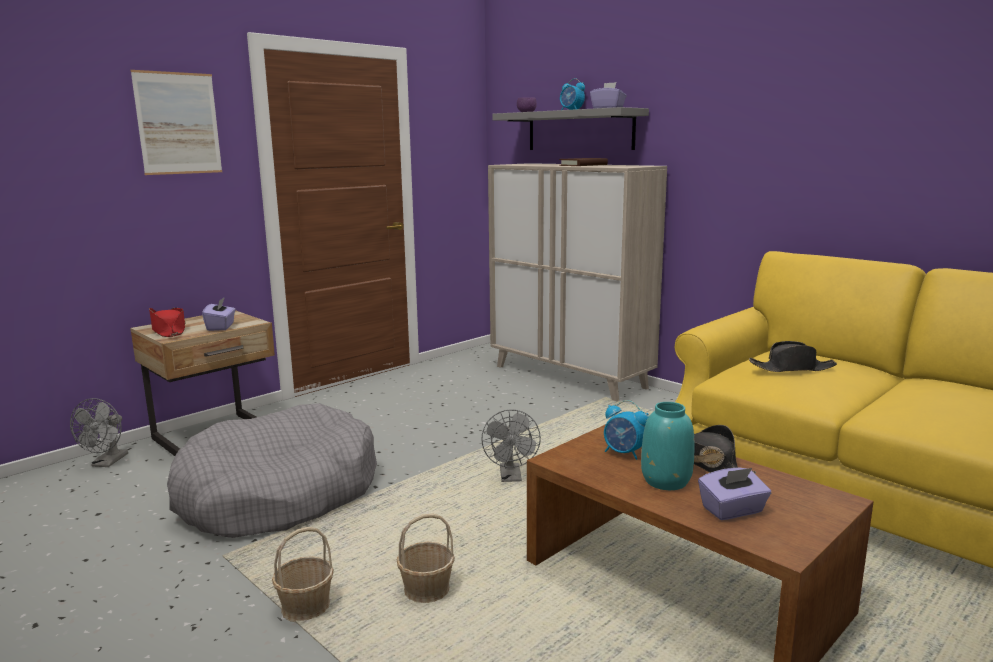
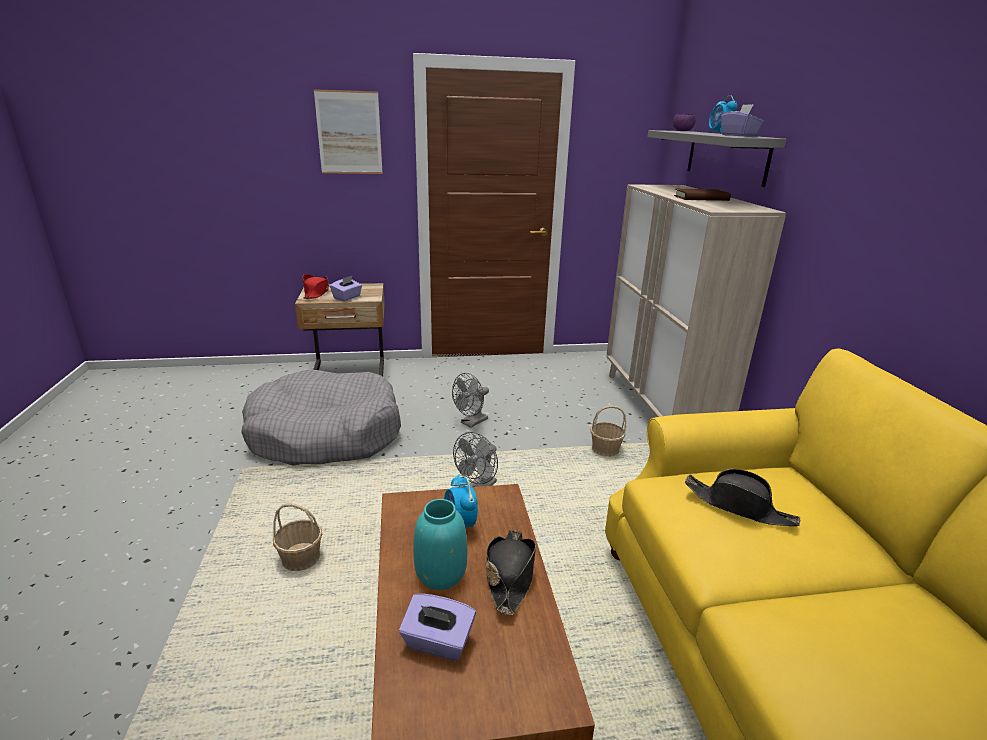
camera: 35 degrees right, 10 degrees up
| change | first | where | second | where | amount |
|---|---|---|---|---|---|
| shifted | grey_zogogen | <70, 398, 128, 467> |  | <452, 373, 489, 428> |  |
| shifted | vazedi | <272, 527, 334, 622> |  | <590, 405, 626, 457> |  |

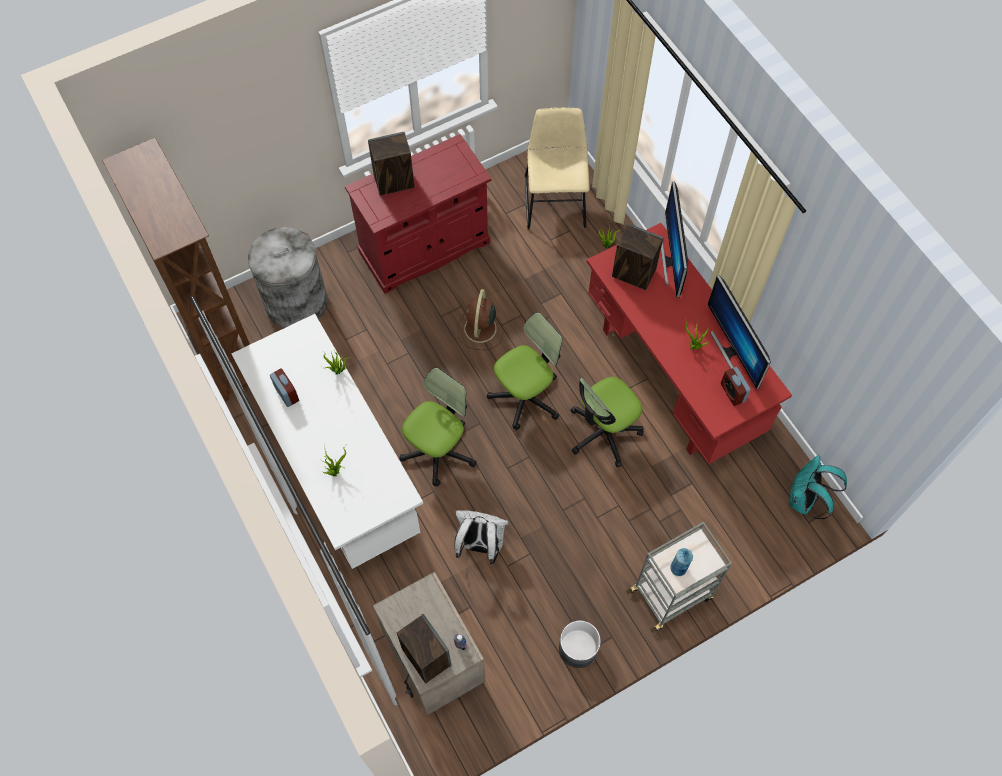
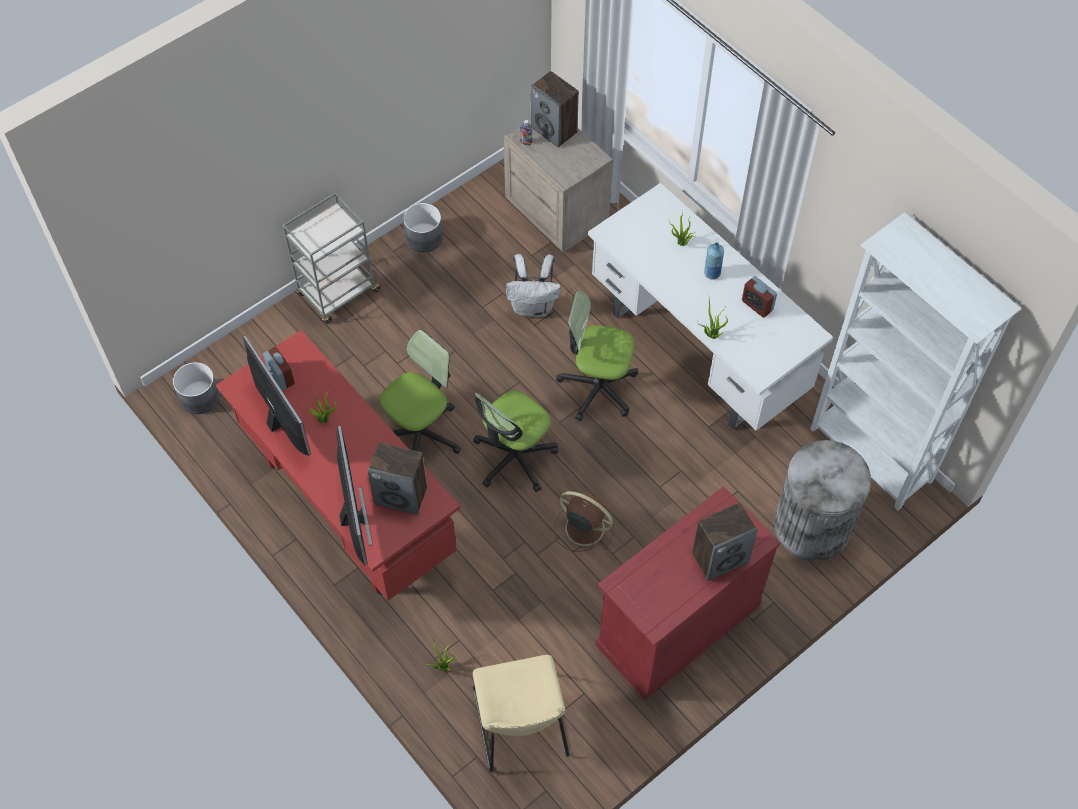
camera: 170 degrees right, 5 degrees down
| change | first | where | second | where | amount |
|---|---|---|---|---|---|
| swapped | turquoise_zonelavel | <789, 455, 847, 519> | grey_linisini | <173, 362, 220, 414> |  |
| rotated | brown_zogogen | <457, 289, 503, 350> |  | <554, 491, 614, 552> | 60 degrees counterclockwise |
| rotated | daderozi | <400, 368, 477, 487> |  | <556, 290, 638, 421> | 75 degrees clockwise |
| shifted | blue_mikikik | <670, 548, 693, 576> |  | <704, 242, 724, 280> |  |
| repainted | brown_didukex | <102, 138, 250, 401> | white_didukex | <811, 212, 1021, 511> |  |

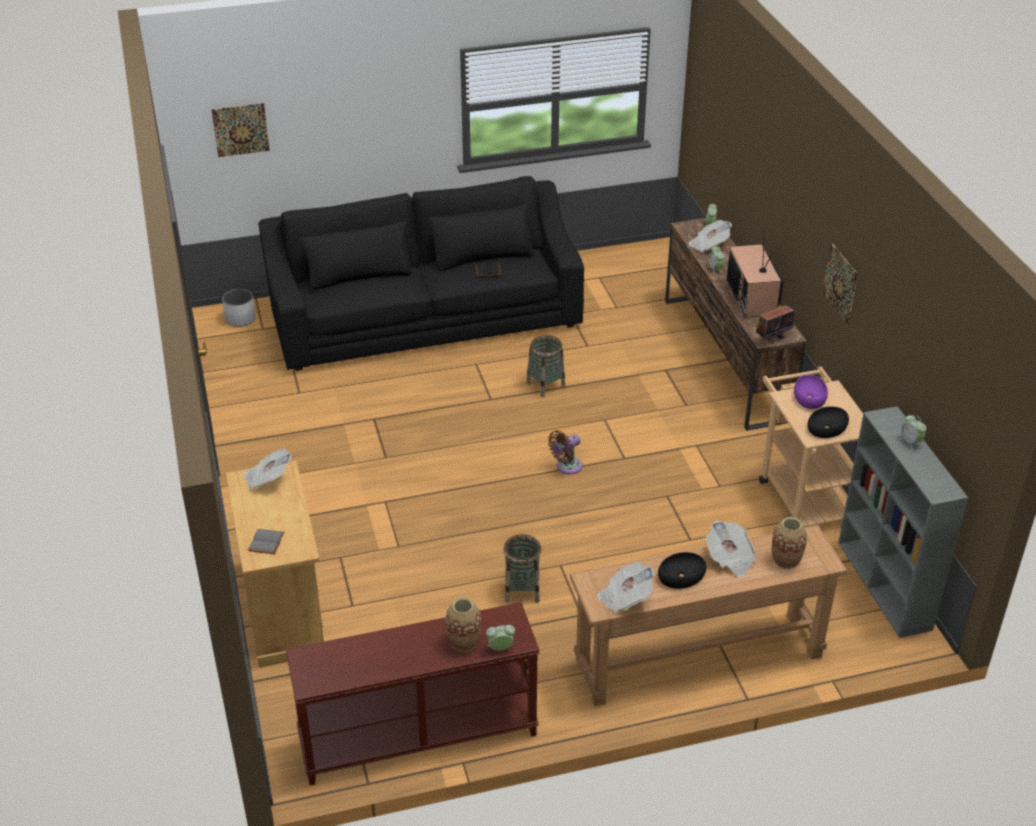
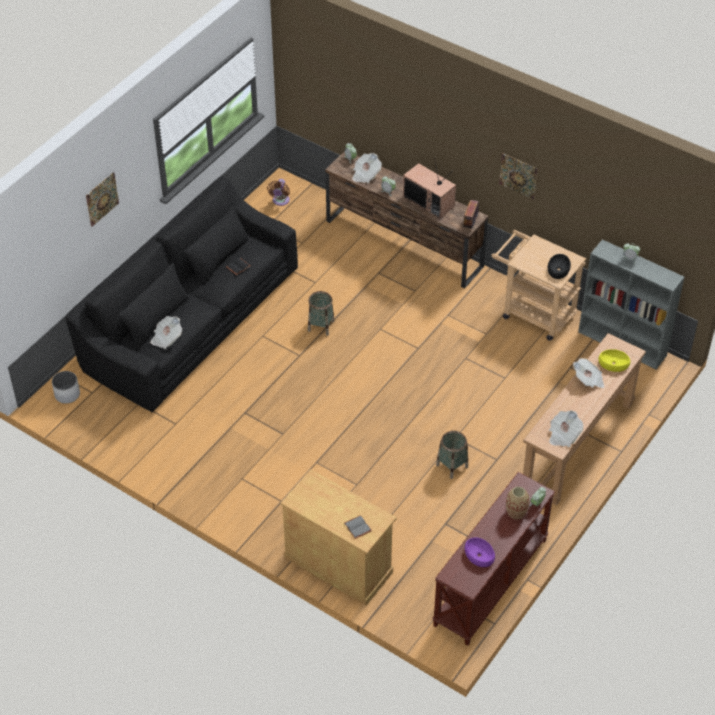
camera: 40 degrees left, 10 degrees up
| change | first | where | second | where | amount |
|---|---|---|---|---|---|
| shifted | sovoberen | <211, 103, 270, 157> |  | <86, 172, 119, 227> |  |
| shifted | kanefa | <244, 448, 292, 489> |  | <150, 316, 182, 349> |  |
| shifted | brown_zogogen | <548, 430, 582, 474> |  | <267, 179, 290, 206> |  |
| shifted | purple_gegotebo | <794, 375, 828, 409> |  | <465, 538, 495, 567> |  |
| swapped | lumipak | <772, 517, 807, 569> | yellow_gegotebo | <598, 349, 630, 372> |  |
| gone | black_gegotebo | <658, 552, 706, 589> |  |  |  |

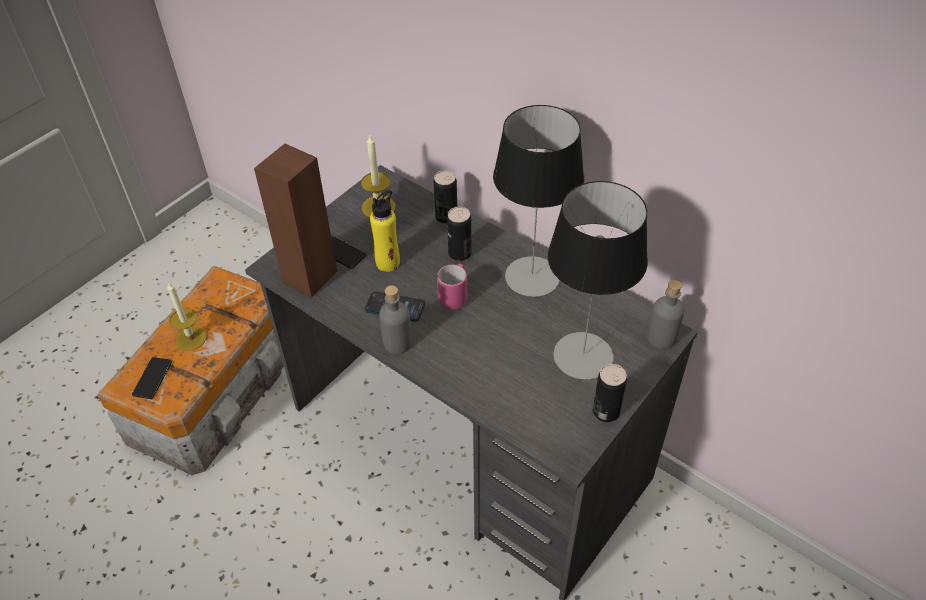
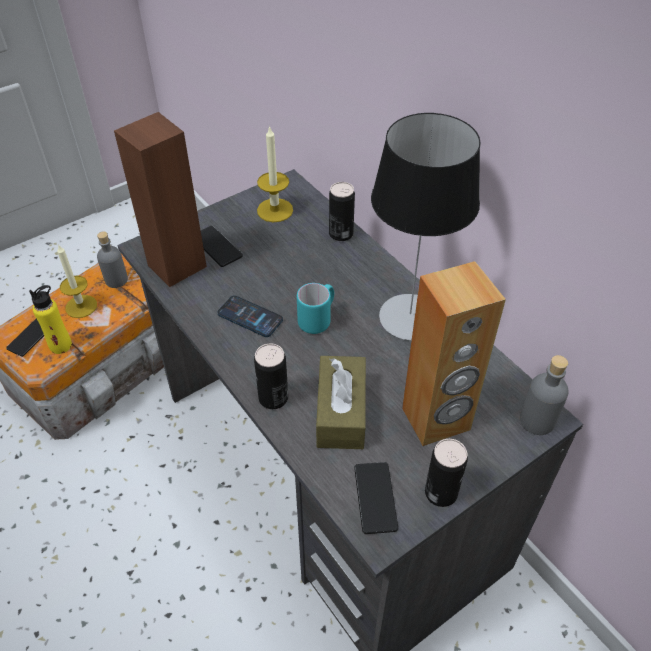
camera: 15 degrees right, 0 degrees up
| change | first | where | second | where | amount |
|---|---|---|---|---|---|
| shifted | yellow_mikikik | <370, 190, 400, 272> |  | <29, 285, 72, 354> |  |
| shifted | grey_mikikik | <379, 285, 412, 354> |  | <97, 231, 128, 288> |  |
| shifted | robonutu | <447, 206, 472, 261> |  | <254, 344, 288, 409> |  |
| repainted | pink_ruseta | <437, 264, 467, 310> | turquoise_ruseta | <297, 283, 334, 334> |  |
| new |  |  | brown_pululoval | <316, 356, 366, 449> |  |
| new |  |  | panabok | <354, 462, 398, 534> |  |
| swapped | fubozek | <547, 181, 648, 380> | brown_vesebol | <402, 261, 506, 446> |  |

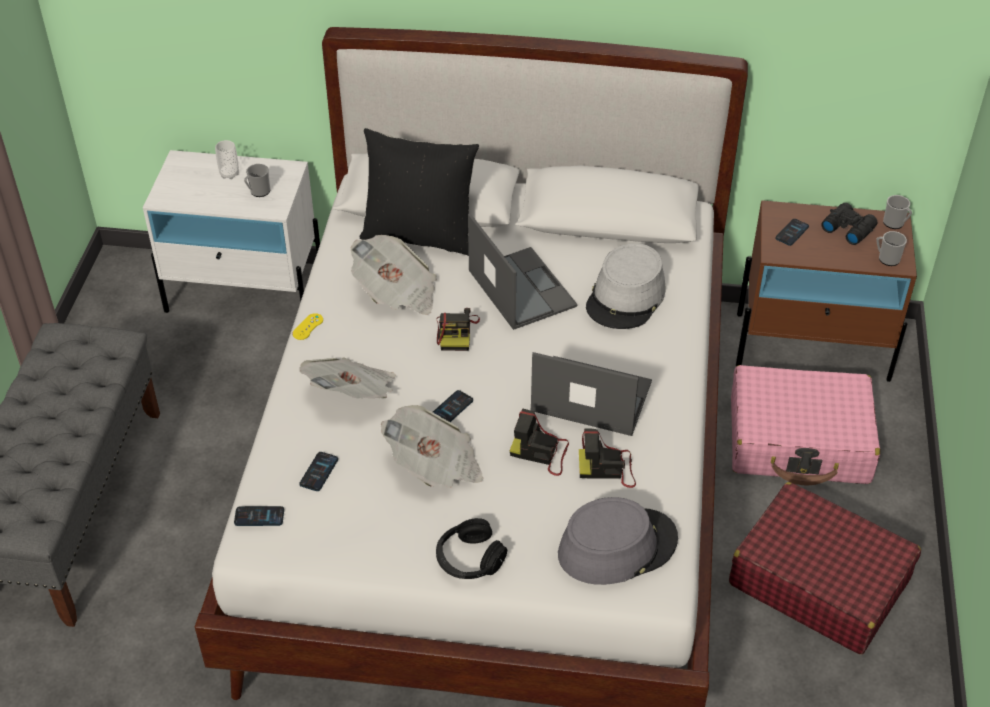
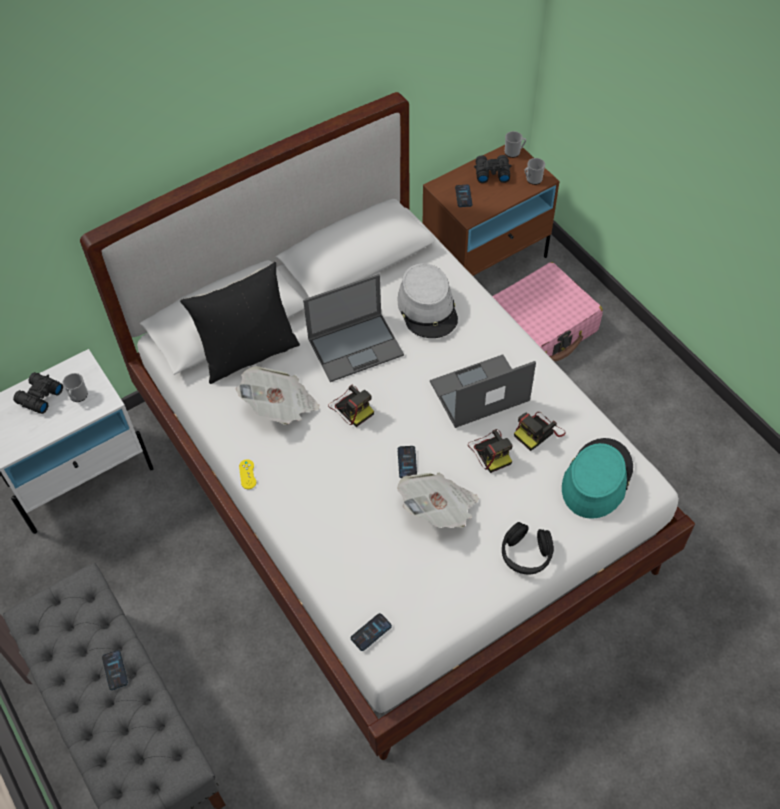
camera: 40 degrees left, 10 degrees up
| change | first | where | second | where | amount |
|---|---|---|---|---|---|
| swapped | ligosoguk | <215, 140, 239, 179> | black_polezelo | <13, 372, 63, 414> |  |
| shifted | panabok | <299, 452, 338, 491> |  | <102, 650, 128, 690> |  |
| rotated | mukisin | <468, 213, 577, 330> |  | <303, 274, 404, 382> | 135 degrees clockwise |
| rotated | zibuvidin | <510, 409, 569, 476> |  | <468, 429, 513, 473> | 90 degrees counterclockwise |
| repainted | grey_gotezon | <558, 497, 678, 585> | turquoise_gotezon | <562, 438, 633, 519> |  |
| gone | kanefa | <299, 358, 396, 399> |  |  |  |
| gone | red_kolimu | <729, 482, 921, 654> |  |  |  |

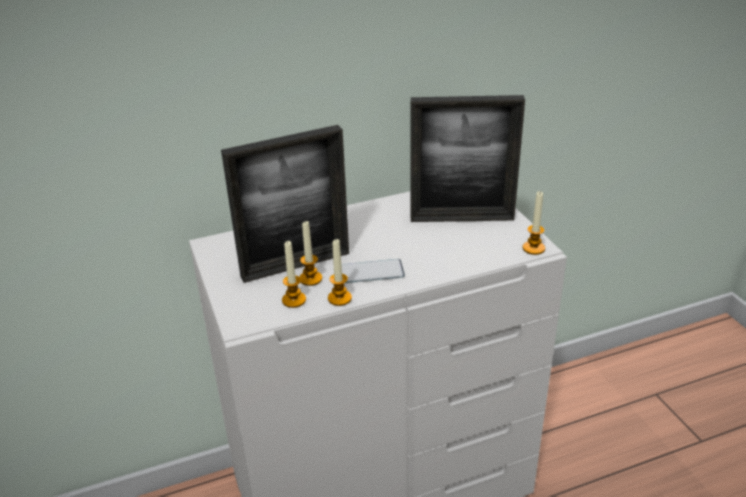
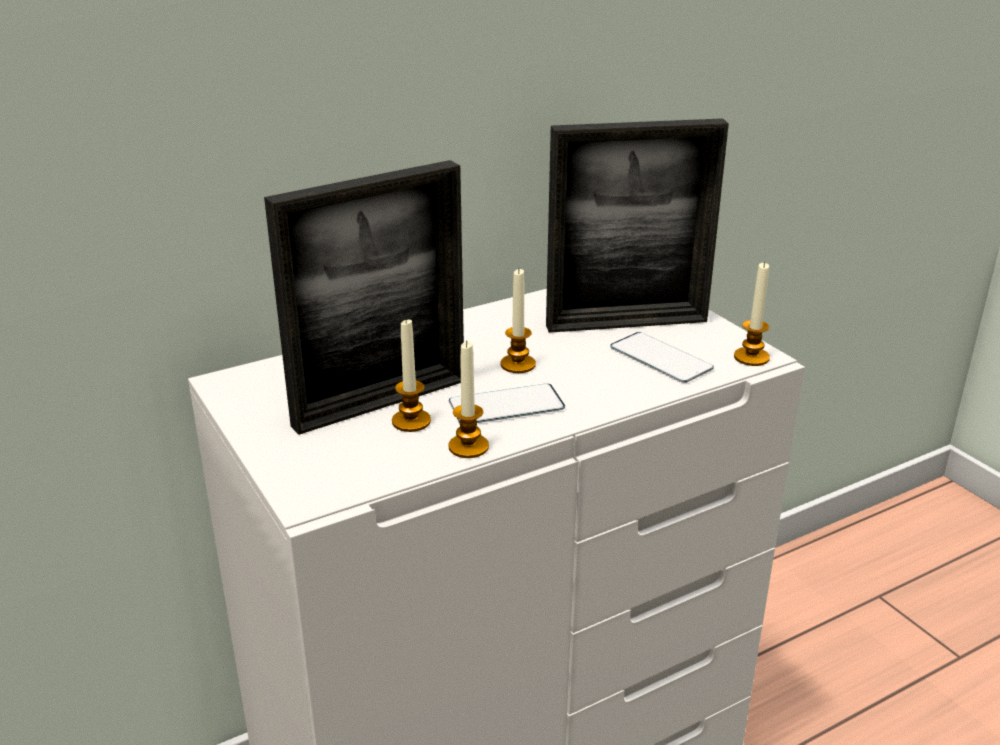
camera: 10 degrees left, 5 degrees down
| change | first | where | second | where | amount |
|---|---|---|---|---|---|
| shifted | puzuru | <282, 241, 306, 308> |  | <500, 269, 536, 373> |  |
| new |  |  | panabok | <610, 332, 714, 383> |  |

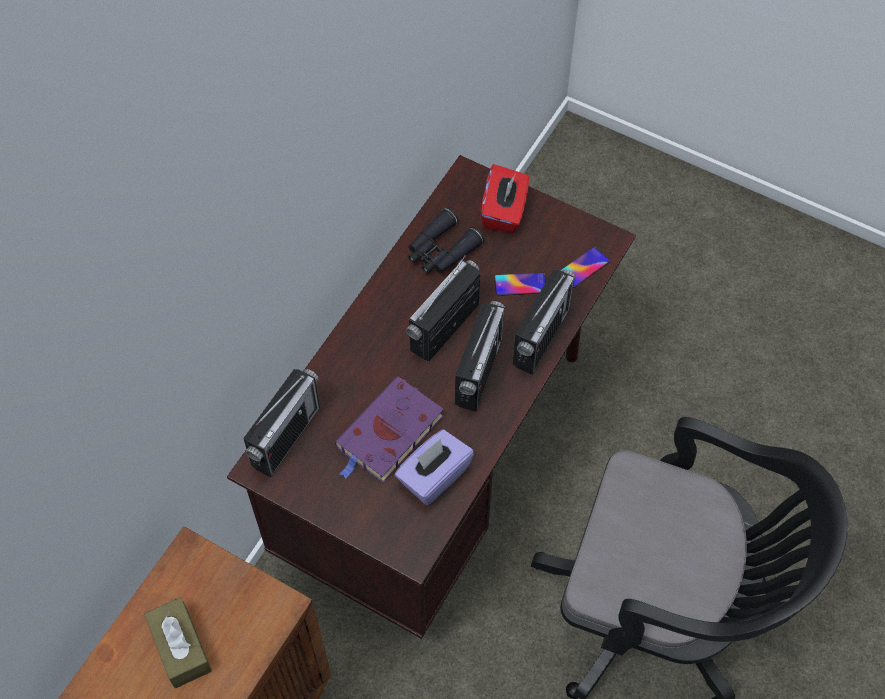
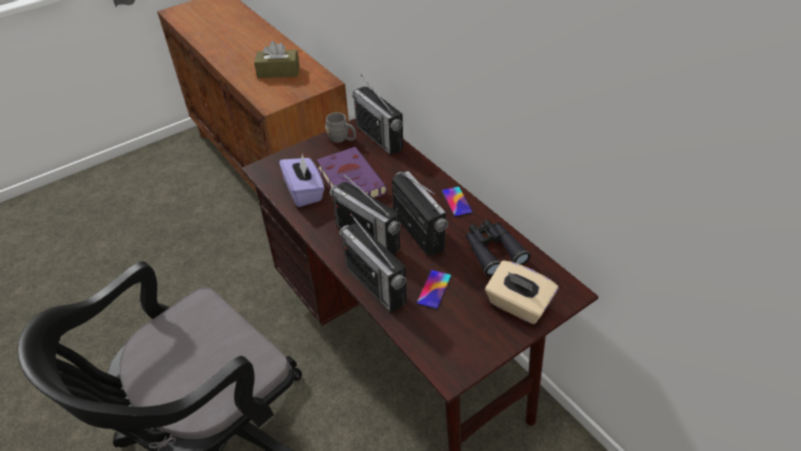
camera: 115 degrees right, 15 degrees down
| change | first | where | second | where | amount |
|---|---|---|---|---|---|
| new |  |  | grey_ruseta | <325, 112, 356, 143> |  |
| shifted | panabok | <560, 247, 610, 288> |  | <442, 186, 473, 217> |  |
| repainted | red_pululoval | <481, 164, 529, 233> | beige_pululoval | <485, 260, 558, 324> |  |

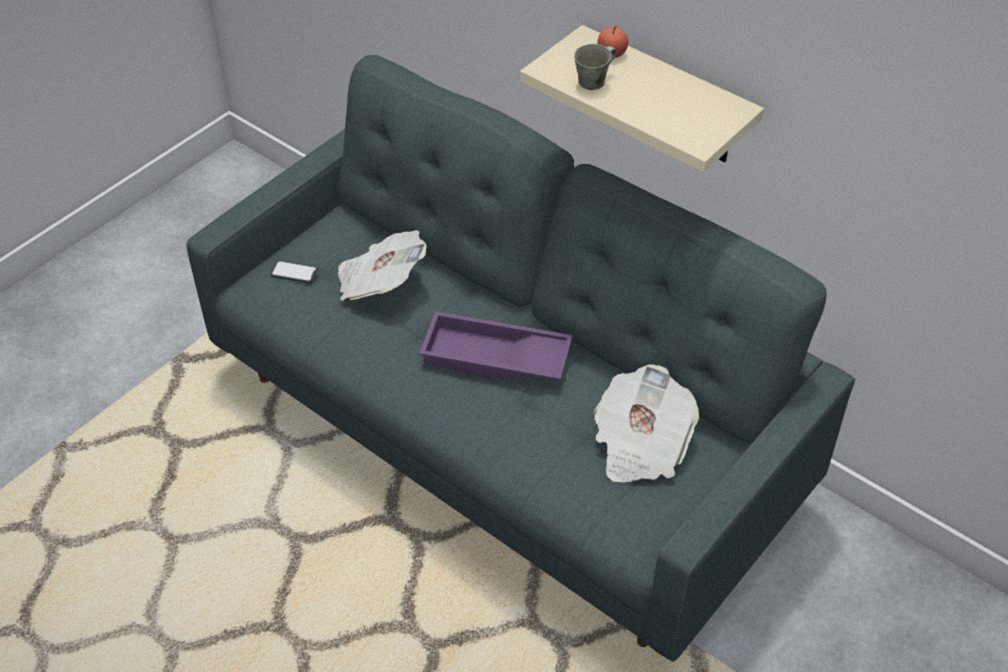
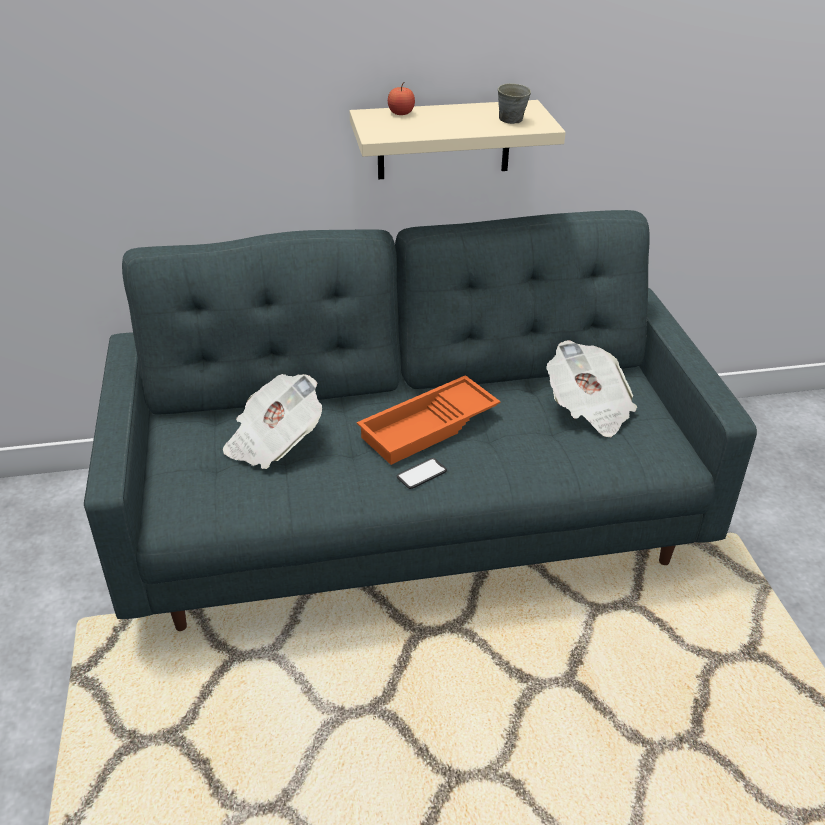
camera: 50 degrees left, 10 degrees down
| change | first | where | second | where | amount |
|---|---|---|---|---|---|
| repainted | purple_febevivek | <419, 311, 573, 380> | orange_febevivek | <357, 375, 501, 465> |  |
| shifted | panabok | <270, 260, 318, 283> |  | <396, 458, 447, 489> |  |
| shifted | grey_ruseta | <574, 44, 617, 90> |  | <498, 83, 531, 124> |  |

